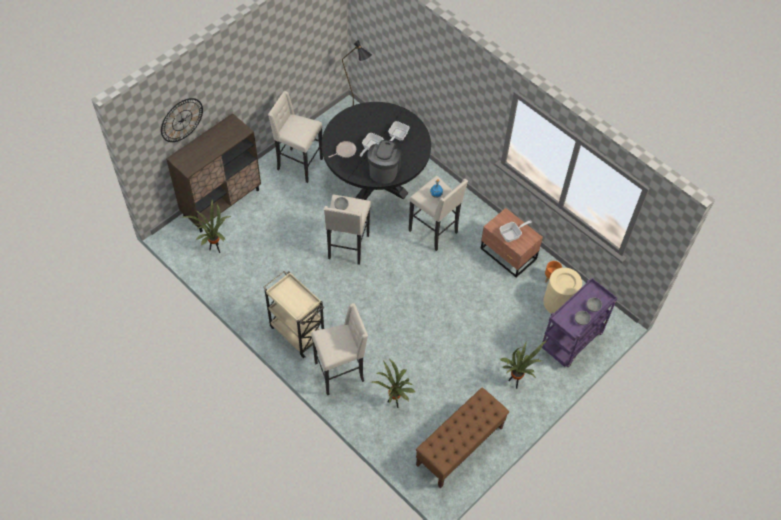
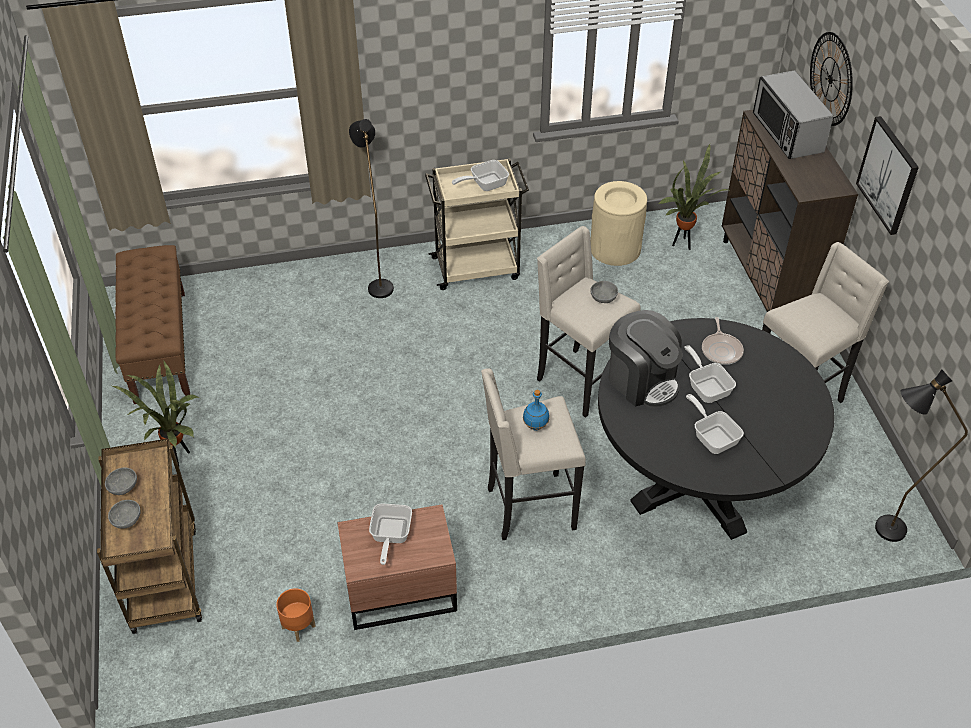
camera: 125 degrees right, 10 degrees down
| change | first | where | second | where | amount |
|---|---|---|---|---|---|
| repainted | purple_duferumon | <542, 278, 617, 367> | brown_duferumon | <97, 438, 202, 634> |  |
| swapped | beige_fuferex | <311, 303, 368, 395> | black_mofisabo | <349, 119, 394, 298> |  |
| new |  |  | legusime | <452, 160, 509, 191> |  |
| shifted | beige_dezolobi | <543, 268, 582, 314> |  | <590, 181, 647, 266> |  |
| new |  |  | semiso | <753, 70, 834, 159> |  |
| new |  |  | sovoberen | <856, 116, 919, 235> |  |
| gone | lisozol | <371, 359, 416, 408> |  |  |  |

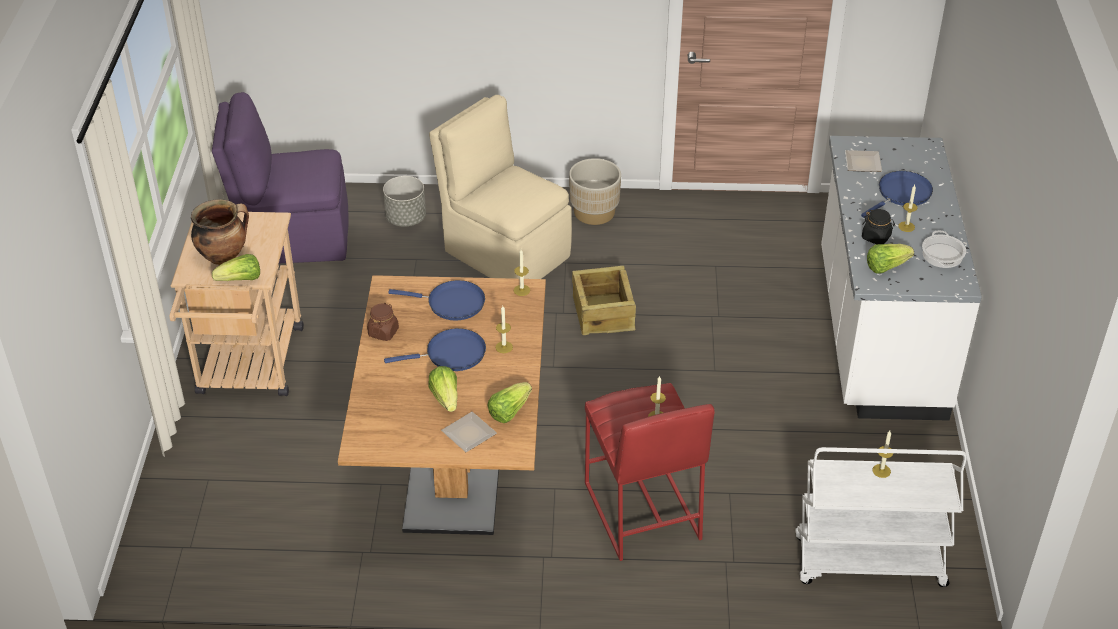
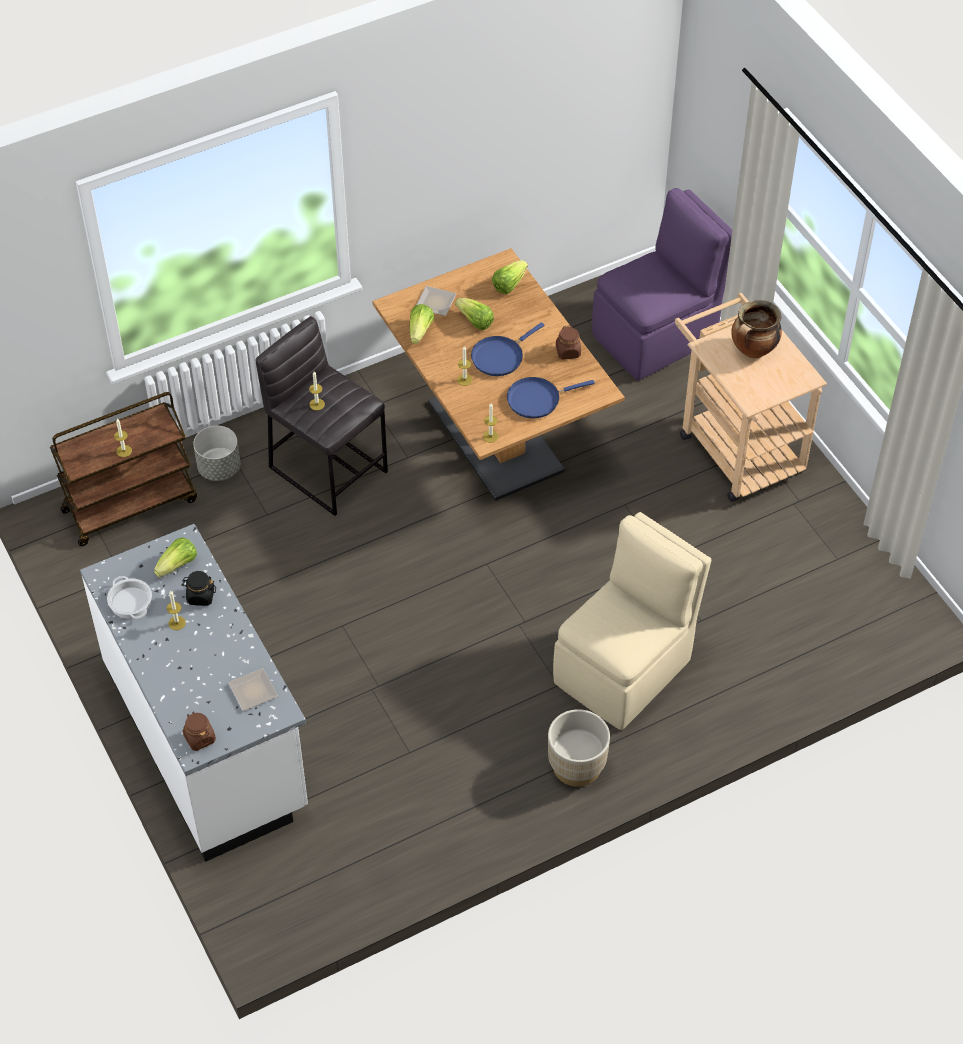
camera: 150 degrees right, 10 degrees up
| change | first | where | second | where | amount |
|---|---|---|---|---|---|
| repainted | white_duferumon | <795, 447, 967, 587> | brown_duferumon | <50, 392, 197, 546> |  |
| new |  |  | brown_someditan | <183, 711, 216, 751> |  |
| shifted | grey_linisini | <383, 176, 426, 227> |  | <193, 426, 240, 481> |  |
| repainted | red_fuferex | <585, 383, 714, 561> | grey_fuferex | <256, 316, 388, 516> |  |
| shifted | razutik | <212, 254, 260, 281> |  | <492, 260, 528, 294> |  |
| rotated | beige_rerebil | <429, 95, 572, 279> |  | <553, 512, 711, 730> | 60 degrees counterclockwise |
| shifted | purple_rerebil | <212, 92, 348, 263> |  | <592, 188, 732, 381> |  |
| gone | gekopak | <572, 266, 636, 335> |  |  |  |
| gone | blue_legusime | <861, 171, 933, 218> |  |  |  |

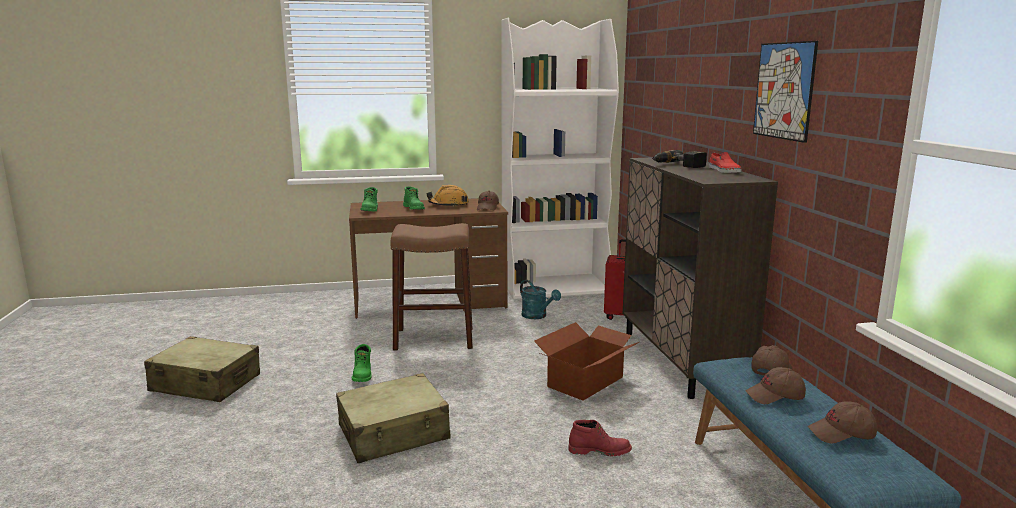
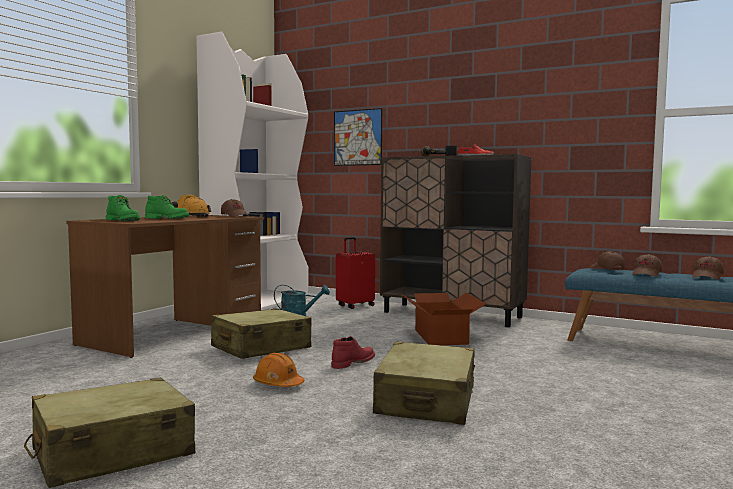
camera: 50 degrees left, 10 degrees down
| change | first | where | second | where | amount |
|---|---|---|---|---|---|
| swapped | brown_fuferex | <390, 223, 473, 350> | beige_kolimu | <211, 309, 312, 359> |  |
| swapped | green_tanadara | <352, 344, 372, 382> | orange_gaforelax | <253, 353, 304, 387> |  |
| shifted | red_tanadara | <568, 420, 632, 456> |  | <331, 336, 375, 369> |  |
| shifted | sovoberen | <753, 41, 818, 143> |  | <334, 108, 382, 166> |  |

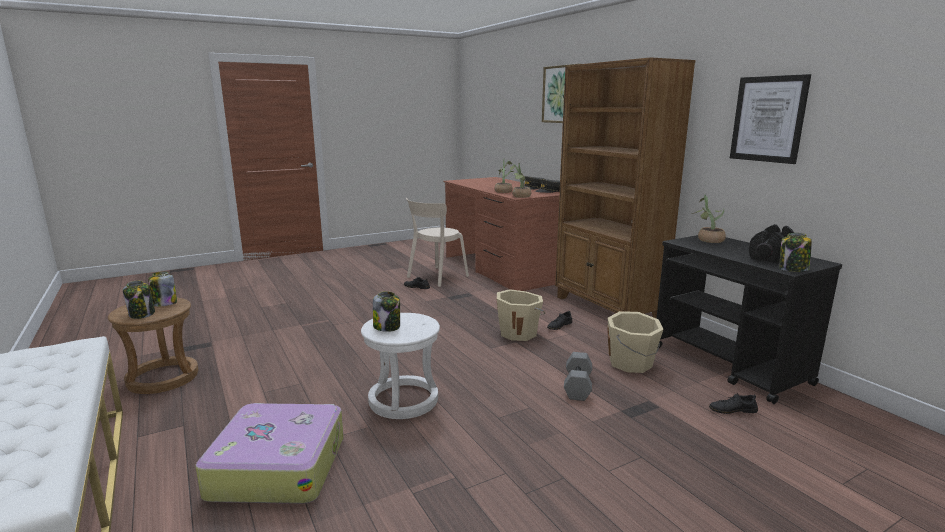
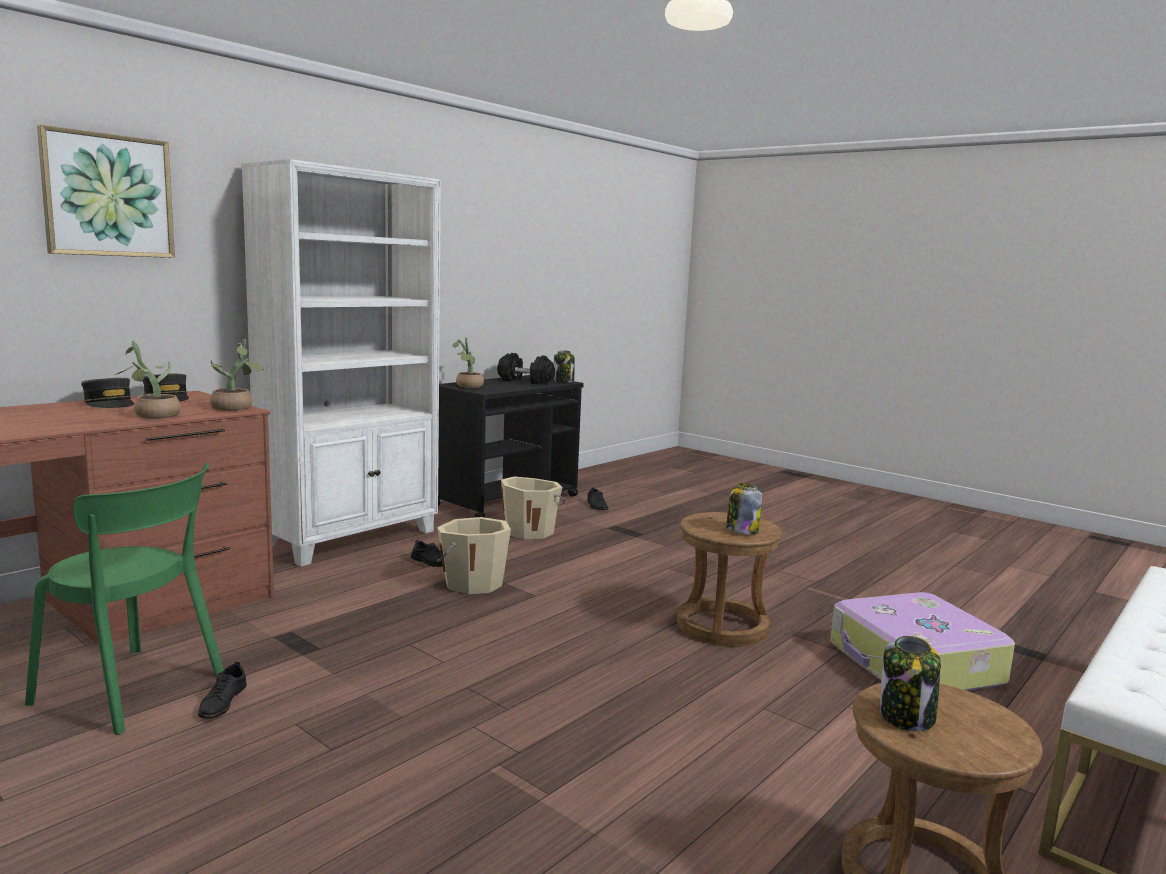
camera: 110 degrees left, 5 degrees down
| change | first | where | second | where | amount |
|---|---|---|---|---|---|
| repainted | beige_rerebil | <406, 198, 469, 287> | green_rerebil | <25, 463, 224, 735> |  |
| repainted | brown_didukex | <555, 57, 695, 318> | white_didukex | <241, 159, 441, 567> |  |
| repainted | white_fuferex | <361, 313, 440, 419> | brown_fuferex | <677, 512, 782, 647> |  |
| gone | someditan | <123, 281, 155, 319> |  |  |  |
| gone | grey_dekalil | <564, 352, 592, 401> |  |  |  |
| gone | sovoberen | <730, 74, 811, 164> |  |  |  |

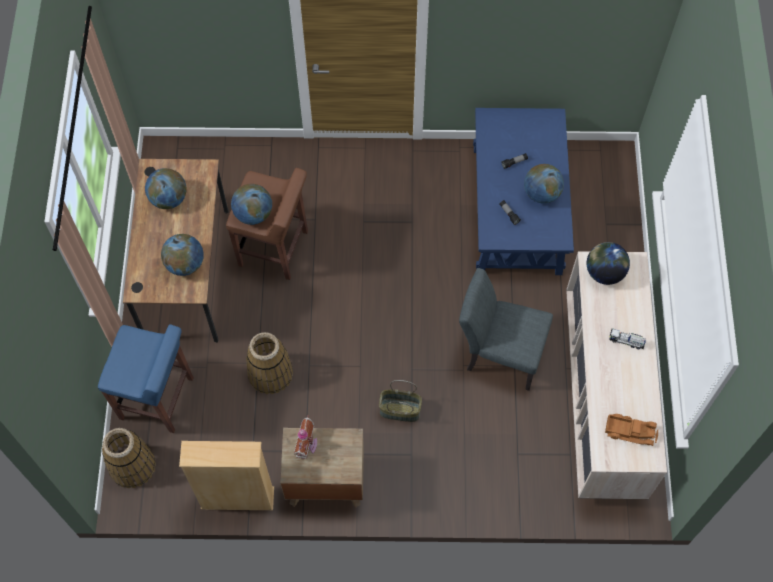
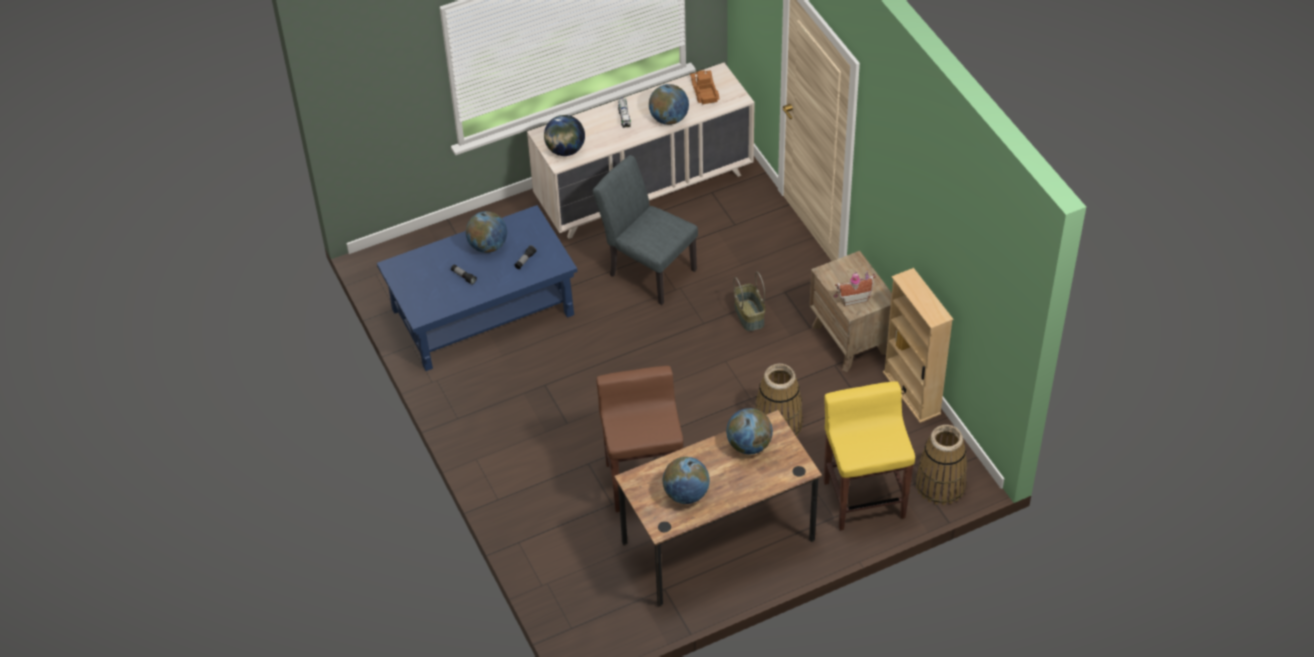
camera: 115 degrees left, 15 degrees down
| change | first | where | second | where | amount |
|---|---|---|---|---|---|
| rotated | grey_rerebil | <459, 268, 553, 391> |  | <593, 155, 698, 305> | 135 degrees clockwise |
| shifted | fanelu | <231, 184, 272, 225> |  | <649, 84, 689, 125> |  |
| repainted | blue_fuferex | <98, 324, 194, 433> | yellow_fuferex | <824, 381, 915, 530> |  |

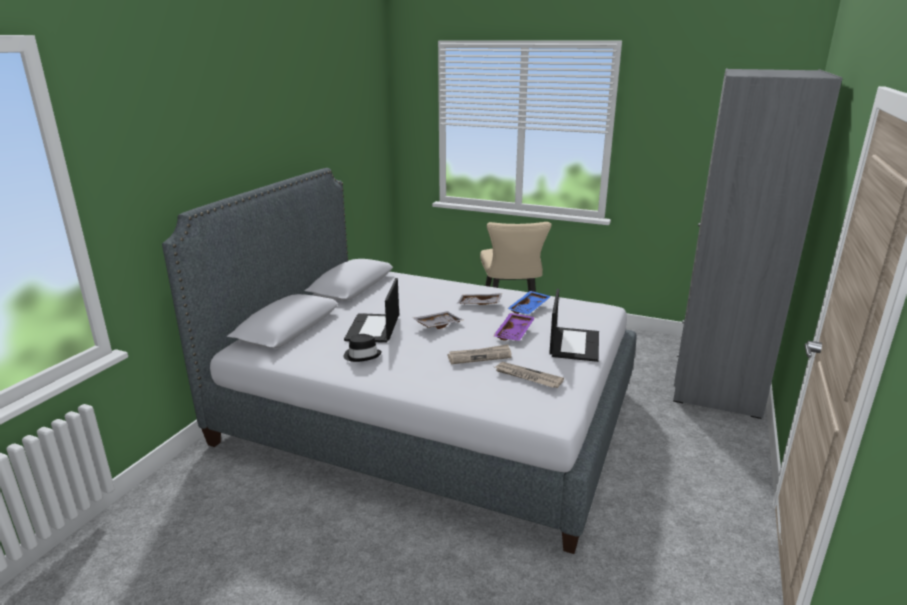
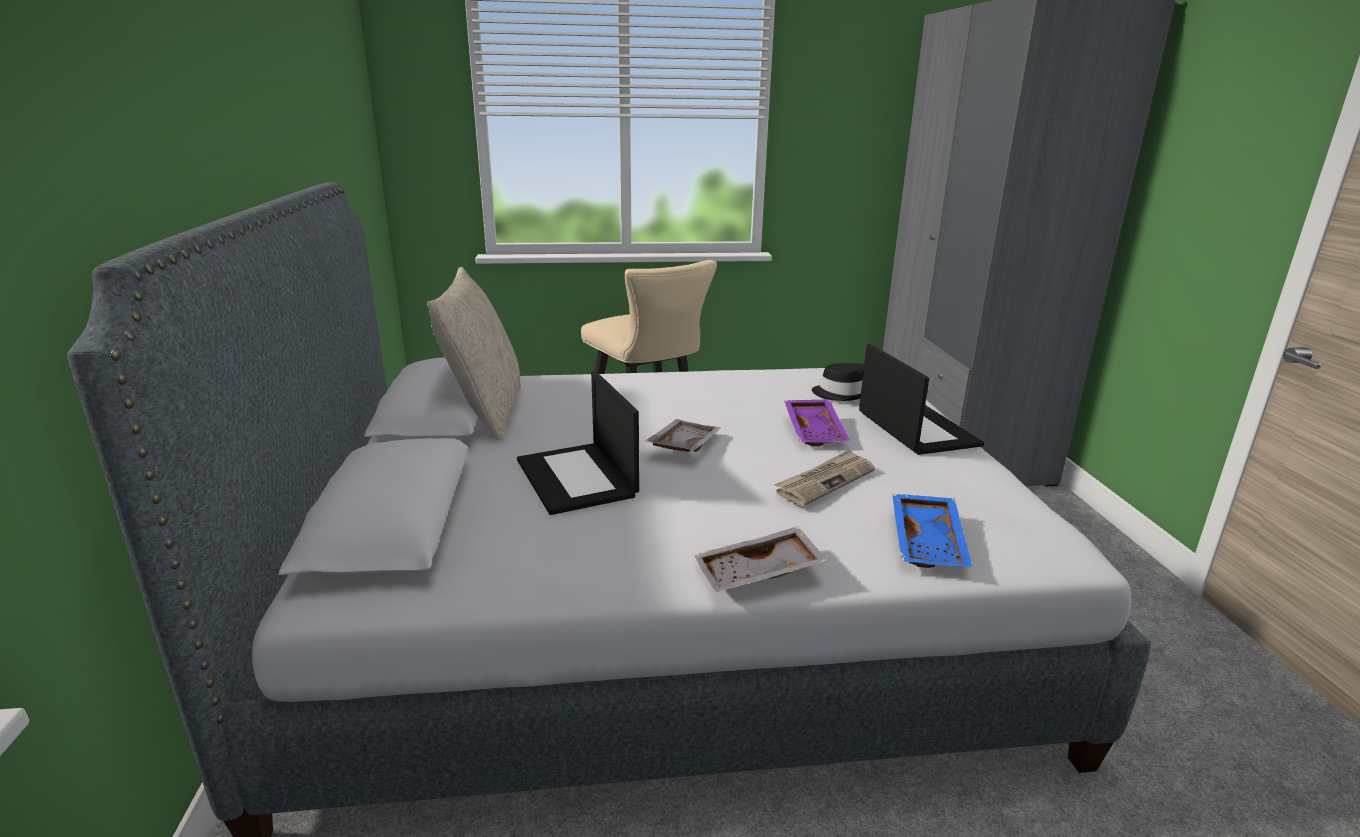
camera: 30 degrees left, 0 degrees up
| change | first | where | second | where | amount |
|---|---|---|---|---|---|
| new |  |  | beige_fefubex | <427, 267, 521, 440> |  |
| shifted | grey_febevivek | <458, 293, 502, 305> |  | <694, 526, 828, 592> |  |
| shifted | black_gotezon | <344, 334, 382, 362> |  | <812, 363, 864, 401> |  |
| shifted | blue_febevivek | <507, 291, 551, 314> |  | <892, 494, 973, 568> |  |
| gone | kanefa | <495, 362, 564, 388> |  |  |  |

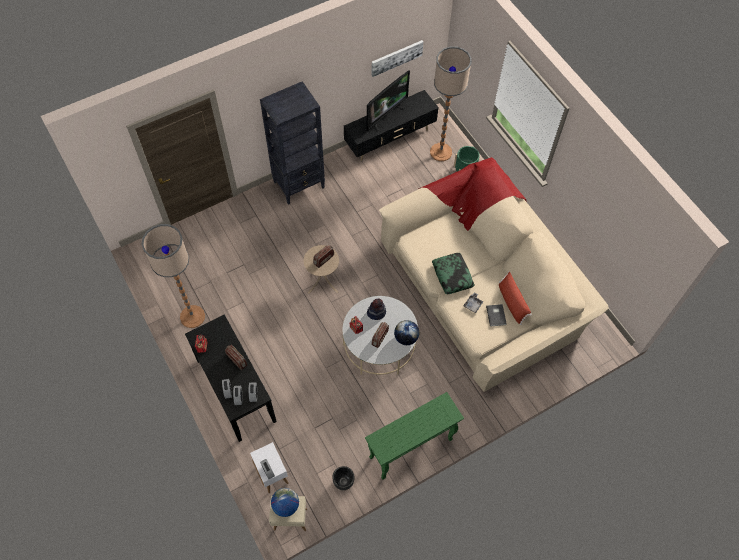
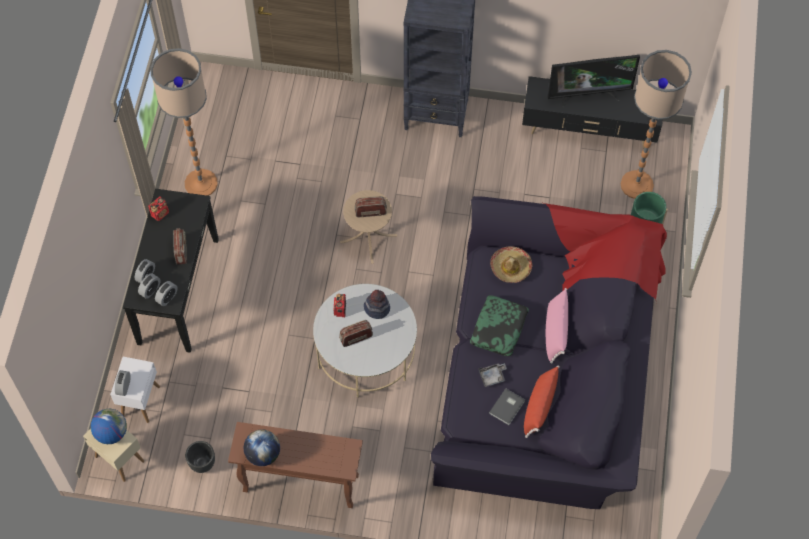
camera: 40 degrees right, 0 degrees up
| change | first | where | second | where | amount |
|---|---|---|---|---|---|
| repainted | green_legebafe | <365, 392, 464, 480> | brown_legebafe | <228, 422, 363, 508> |  |
| shifted | fanelu | <394, 320, 419, 345> |  | <244, 430, 280, 466> |  |
| repainted | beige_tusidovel | <379, 157, 609, 392> | black_tusidovel | <431, 196, 667, 509> |  |
| new |  |  | gotezon | <490, 246, 532, 283> |  |
| new |  |  | pink_fefubex | <546, 288, 568, 364> |  |
| gone | sovoberen | <371, 40, 423, 77> |  |  |  |

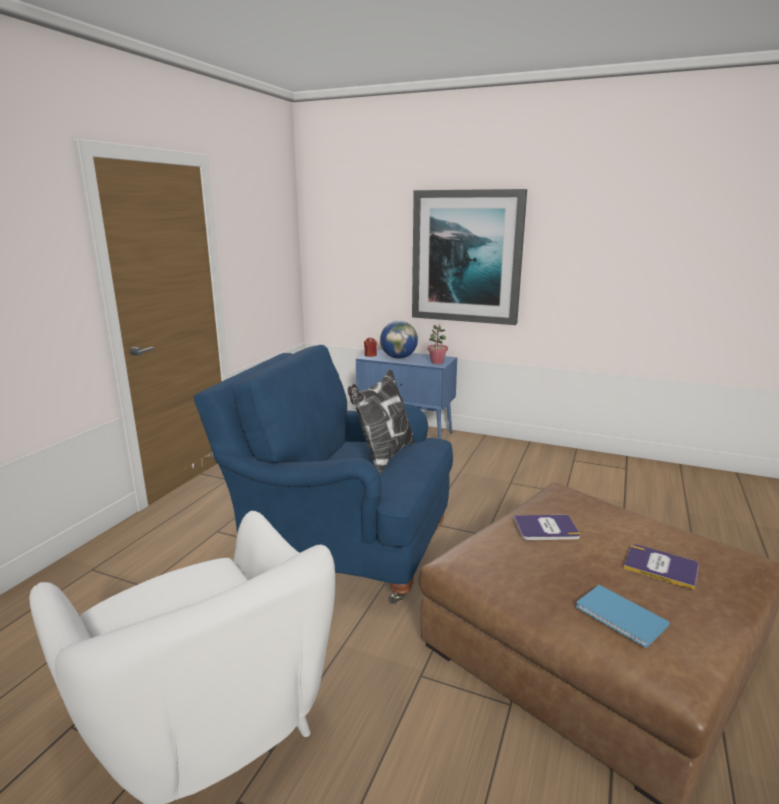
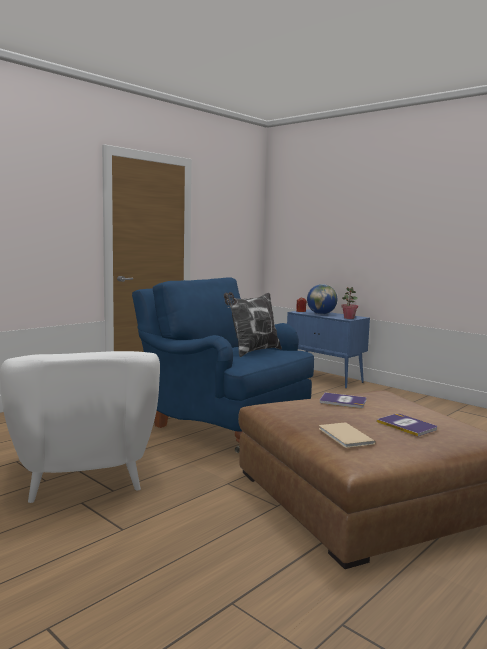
camera: 20 degrees right, 10 degrees down
| change | first | where | second | where | amount |
|---|---|---|---|---|---|
| repainted | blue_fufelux | <576, 585, 670, 648> | beige_fufelux | <319, 422, 376, 448> |  |
| gone | sovoberen | <412, 189, 527, 325> |  |  |  |

